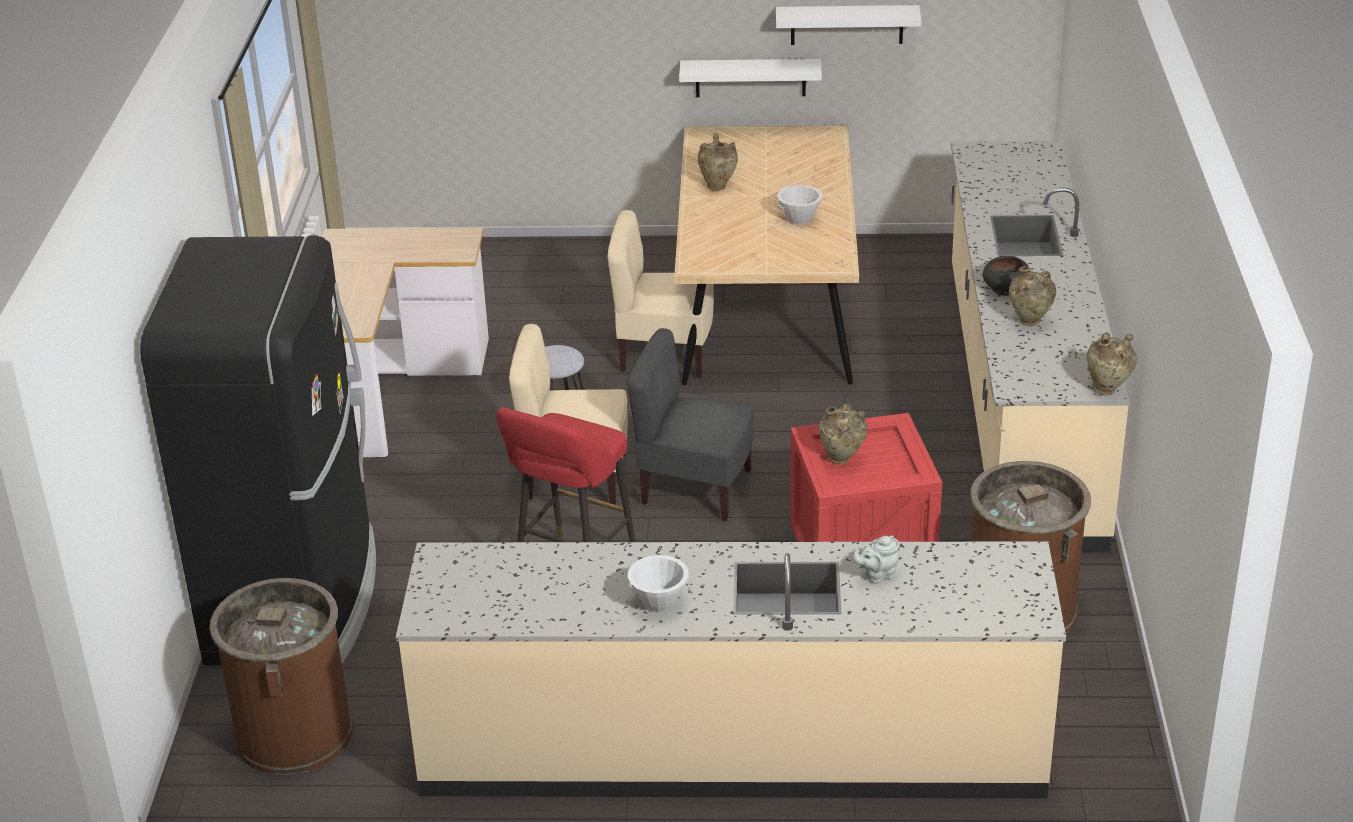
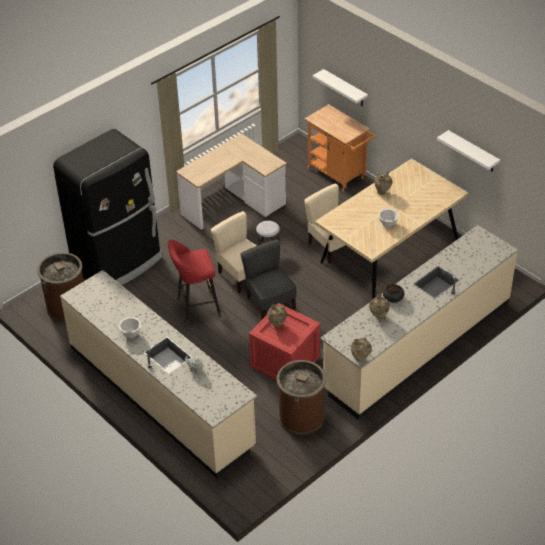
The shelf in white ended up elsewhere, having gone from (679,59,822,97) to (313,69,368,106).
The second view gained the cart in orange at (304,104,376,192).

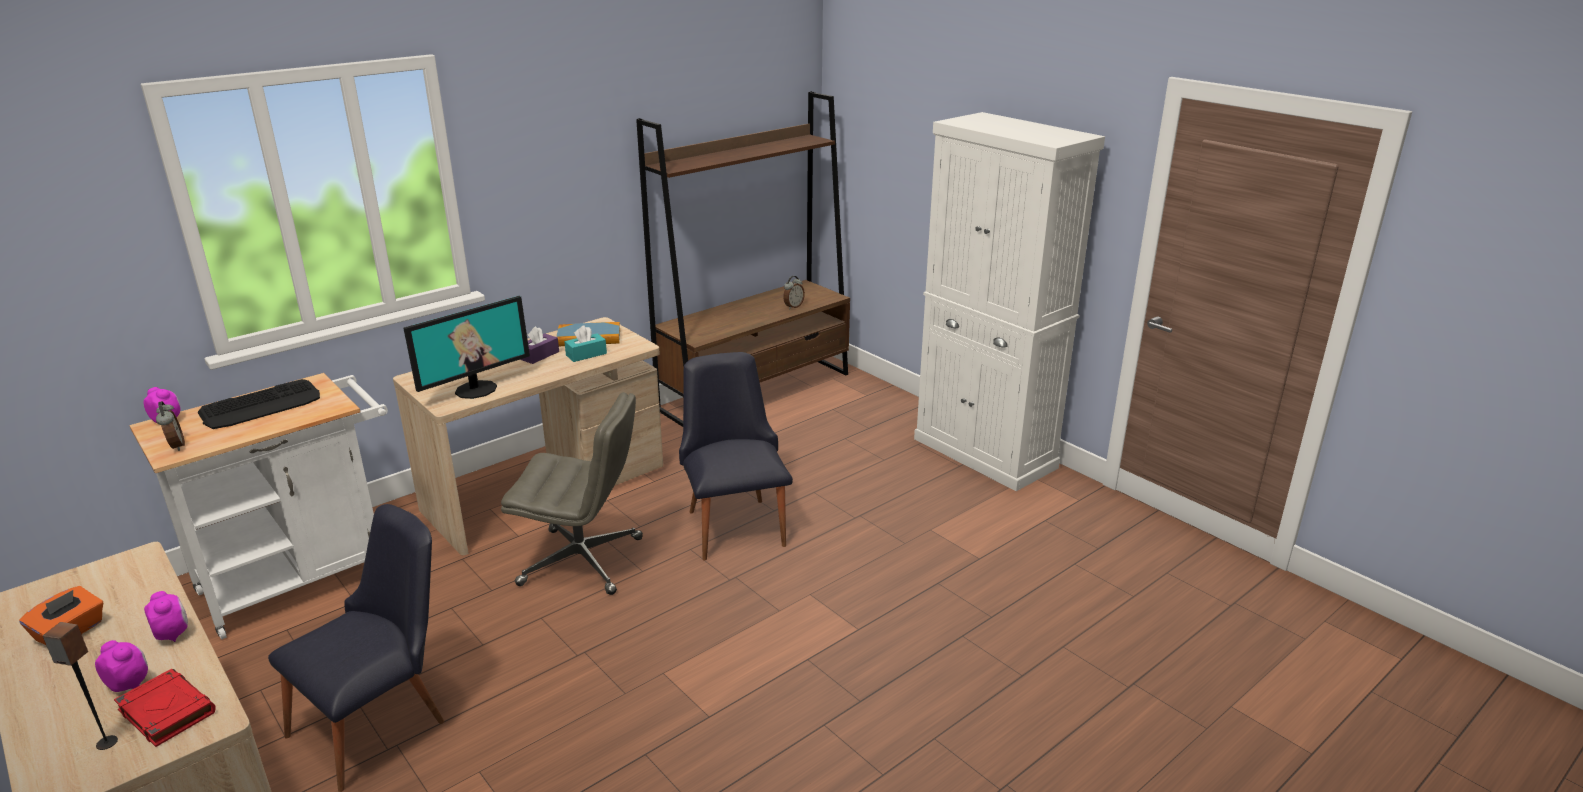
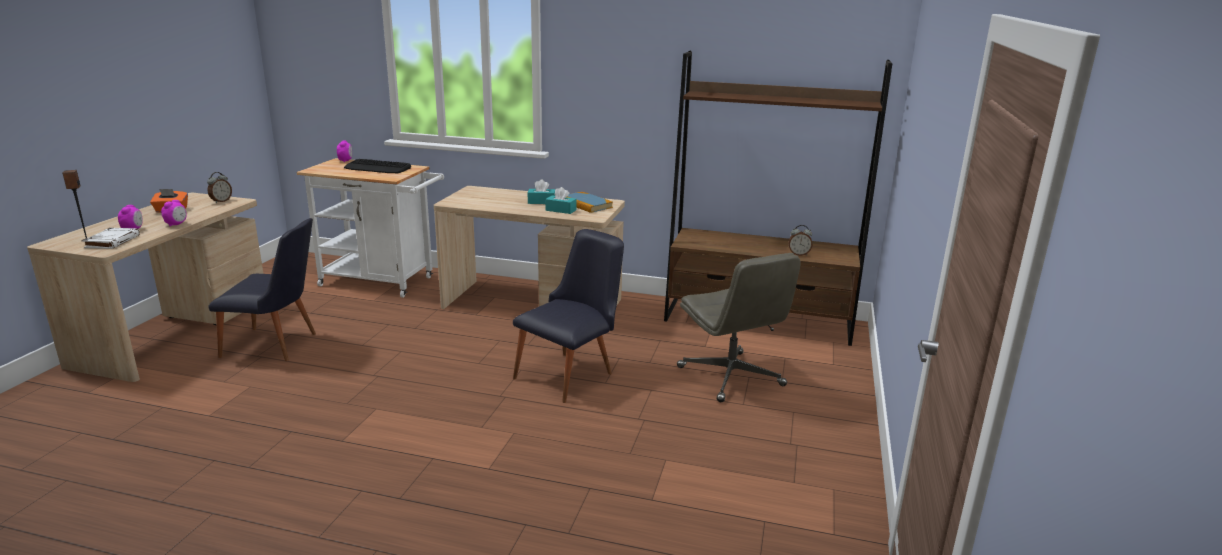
The second view lost the cabinet in white at (914,112,1105,491).
The second view lost the monitor at (403,296,530,399).
What was the tissue box in purple at (520,326,559,364) turned into the tissue box in turquoise at (527,179,555,204).
The office chair in grey ended up elsewhere, having gone from (501,392,643,595) to (677,253,801,402).
The alarm clock ended up elsewhere, having gone from (156,401,185,451) to (207,172,232,204).
What was the book in red at (114,669,216,747) turned into the book in white at (83,228,140,249).

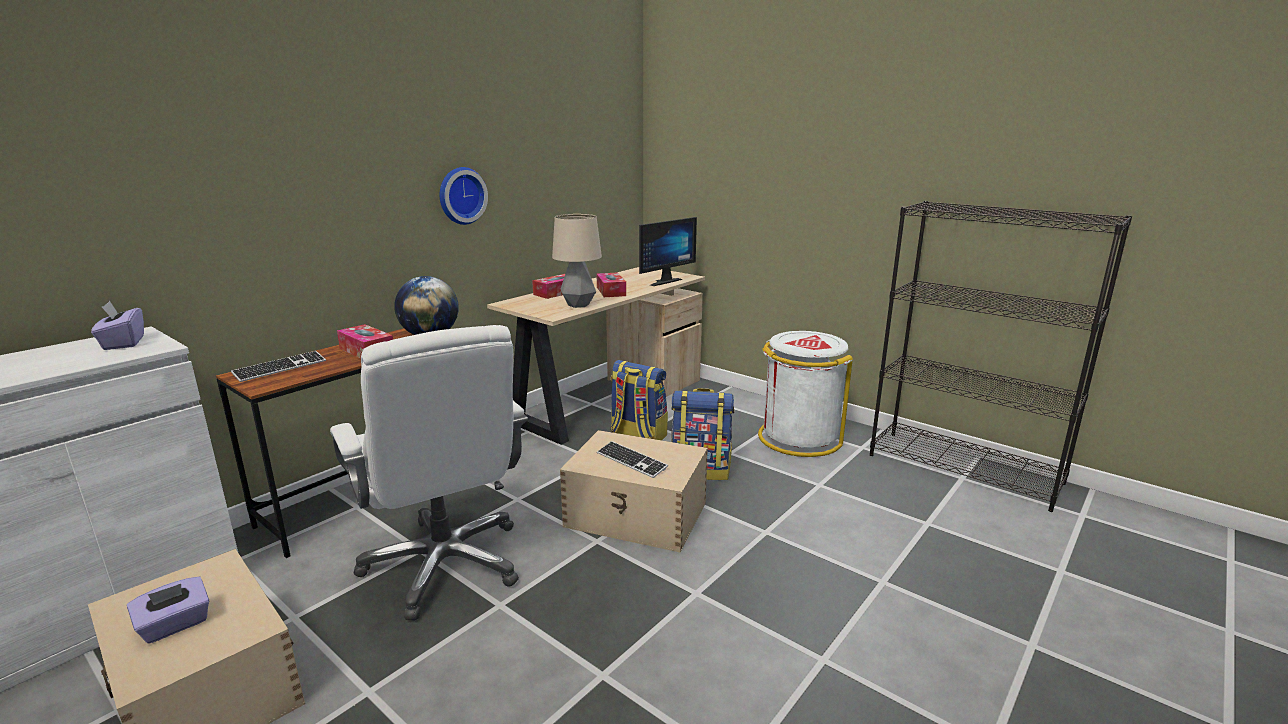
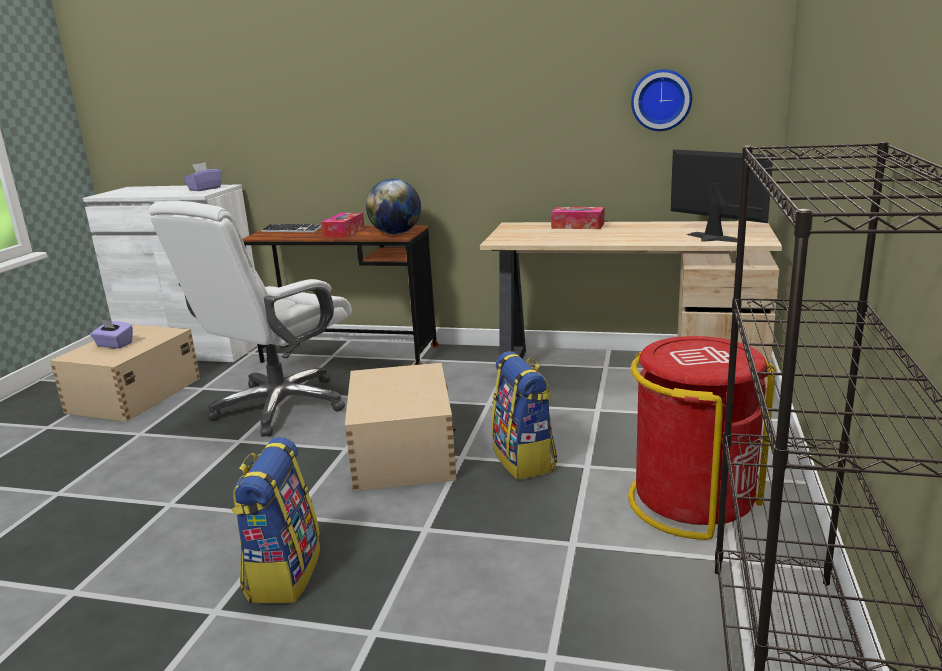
The wall clock ended up elsewhere, having gone from (440,167,488,225) to (631,69,692,131).
The second view lost the table lamp at (552,214,602,308).
The monitor at (639,217,697,286) ended up facing another way, 150 degrees counterclockwise from before.
The second view lost the tissue box at (597,272,626,297).
What was the trash can in white at (758,331,853,457) turned into the trash can in red at (628,336,776,540).
The backpack ended up elsewhere, having gone from (611,360,668,440) to (231,437,320,603).
The second view lost the keyboard at (597,441,668,478).

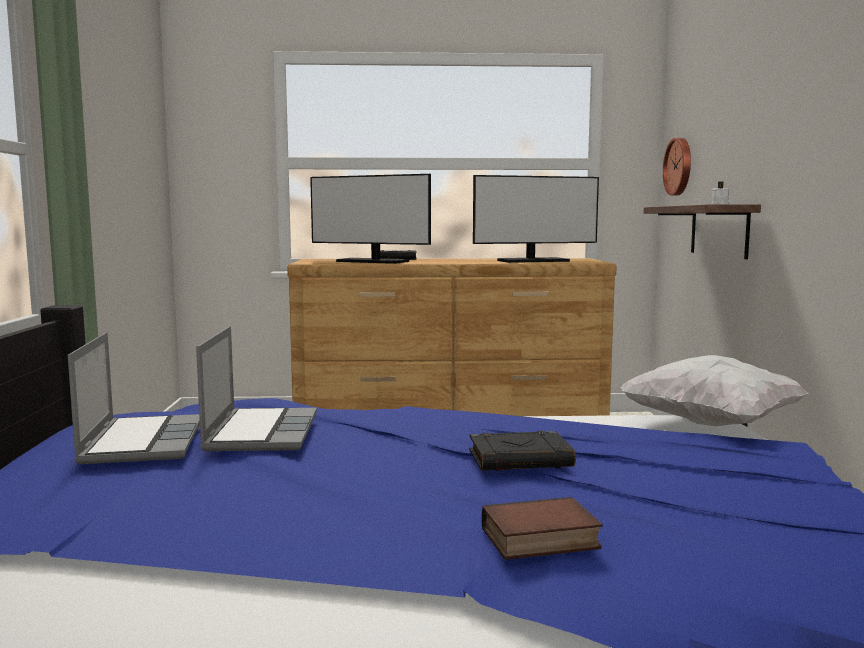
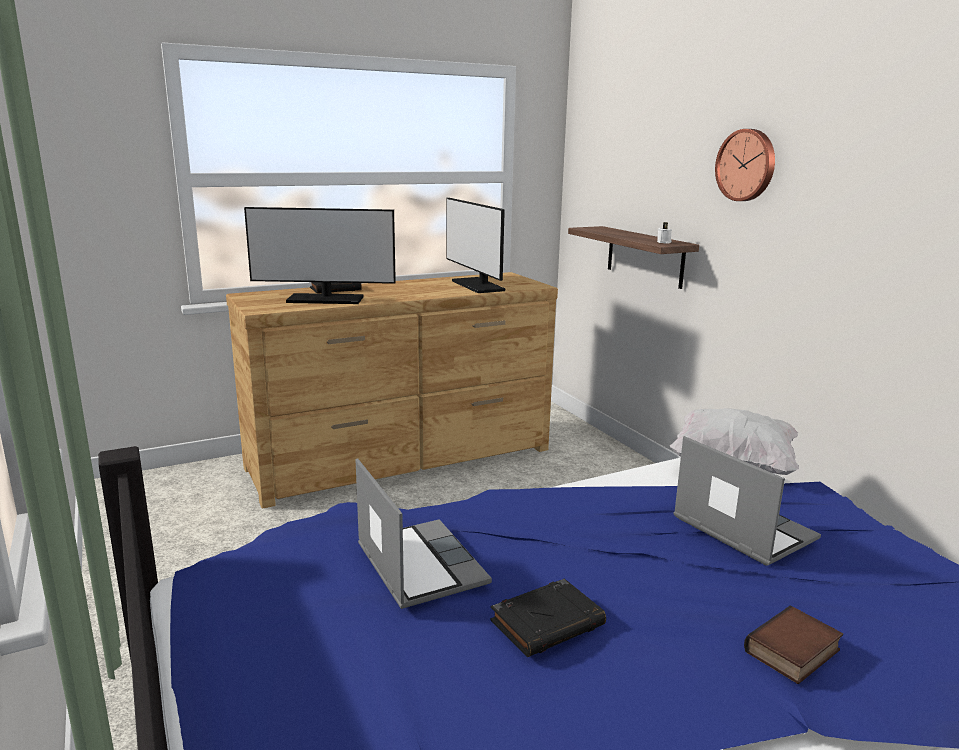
The wall clock ended up elsewhere, having gone from (663,138,691,196) to (715,129,775,201).
The monitor at (473,175,599,263) ended up facing another way, 105 degrees clockwise from before.
The laptop ended up elsewhere, having gone from (68,332,200,464) to (674,436,821,566).
The book in black ended up elsewhere, having gone from (469,431,576,471) to (490,579,606,657).

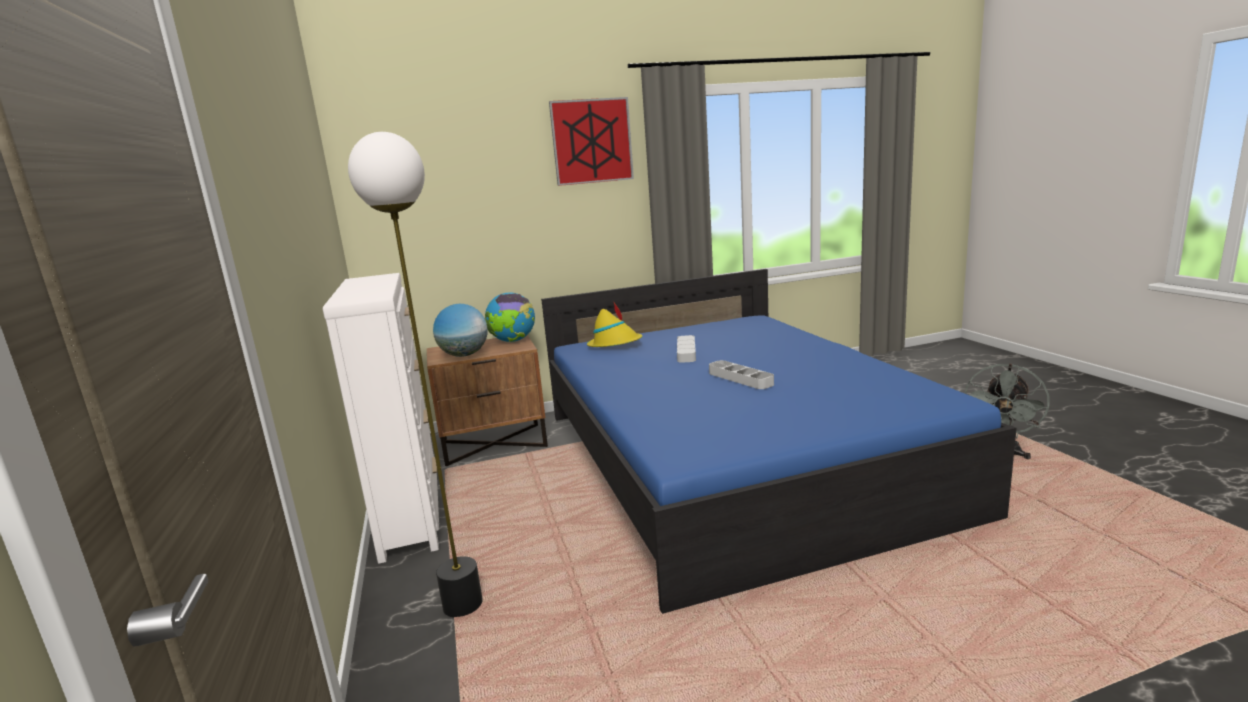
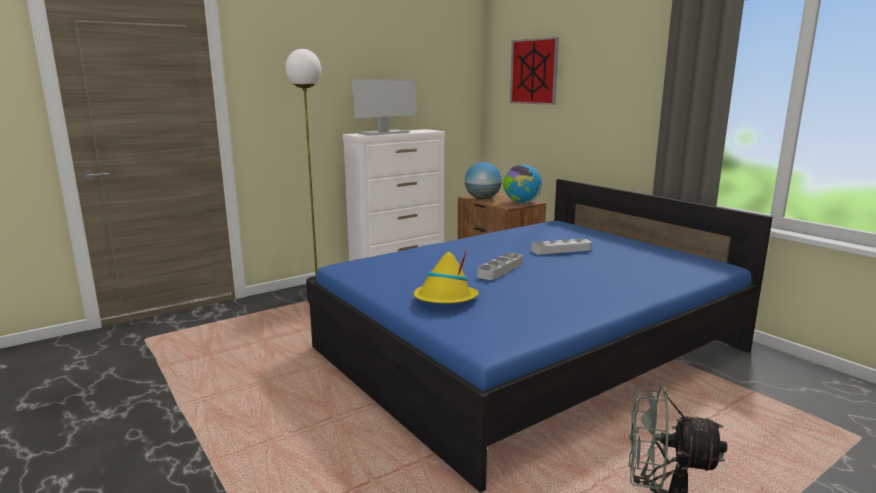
The picture ended up elsewhere, having gone from (549,97,634,186) to (510,37,559,105).
The hat in yellow ended up elsewhere, having gone from (587,301,642,347) to (414,249,479,303).
The second view gained the monitor at (352,79,417,135).

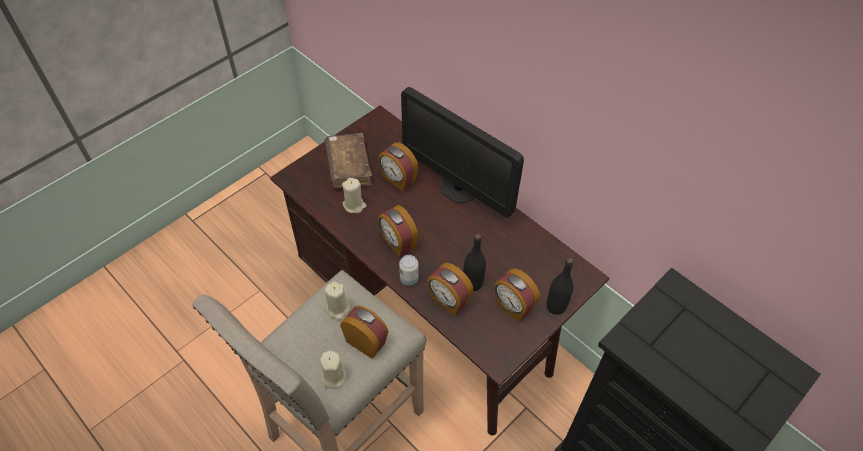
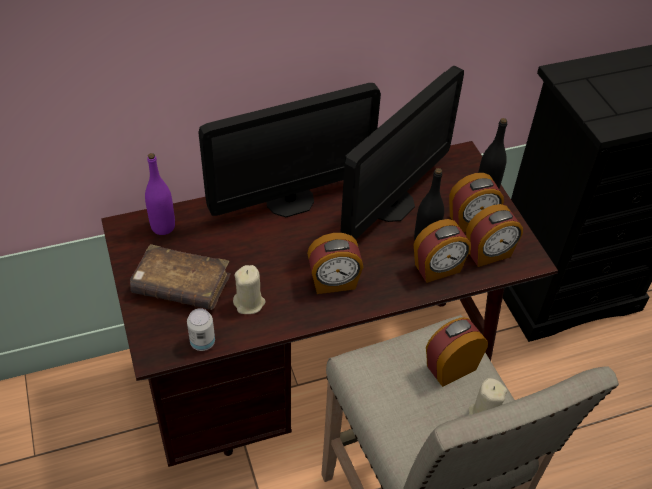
The alarm clock ended up elsewhere, having gone from (378,142,418,191) to (466,204,523,267).
The can ended up elsewhere, having gone from (399,255,419,285) to (187,308,215,351).
The second view lost the candle in beige at (325,281,350,320).
The second view gained the monitor at (341,66,464,240).
The second view gained the bottle in purple at (145,153,175,235).

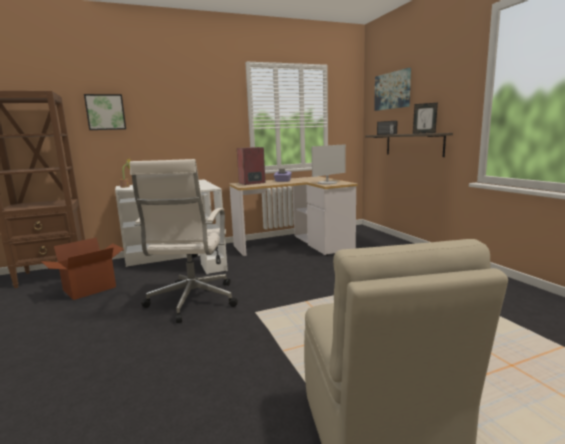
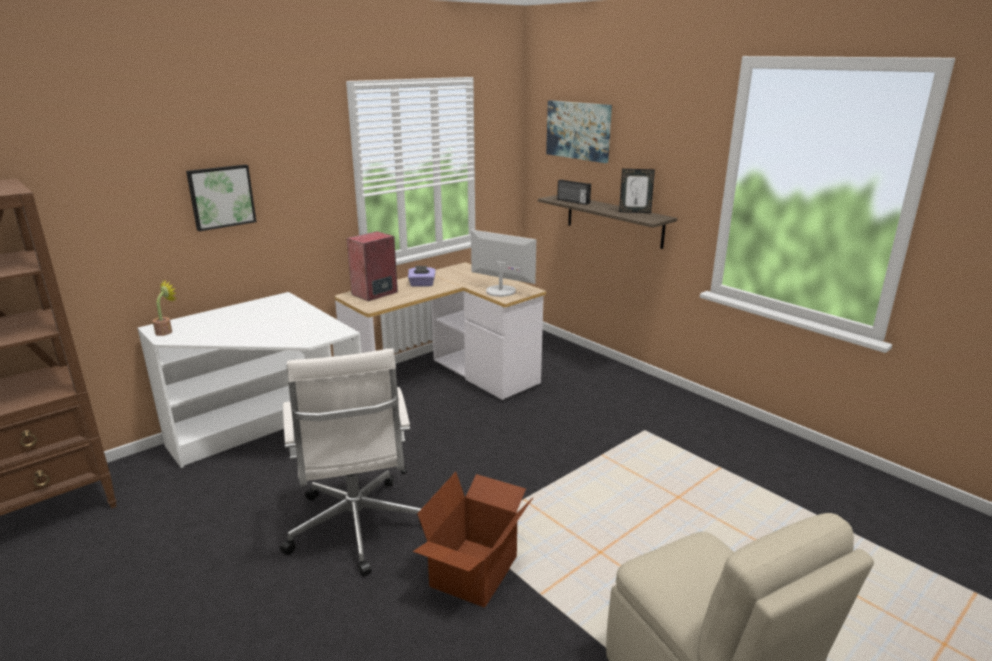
The picture ended up elsewhere, having gone from (84,94,126,130) to (186,165,256,231).
The monitor at (312,144,346,184) ended up facing another way, 90 degrees counterclockwise from before.
The cardboard box ended up elsewhere, having gone from (41,237,124,300) to (413,472,534,608).

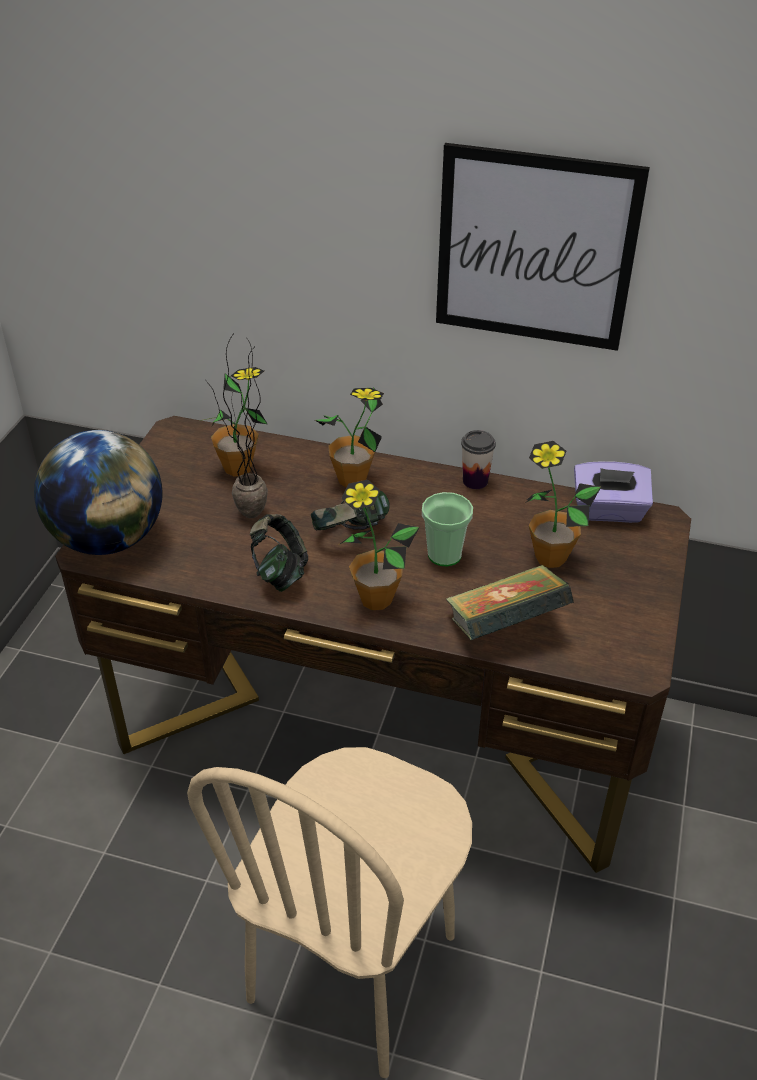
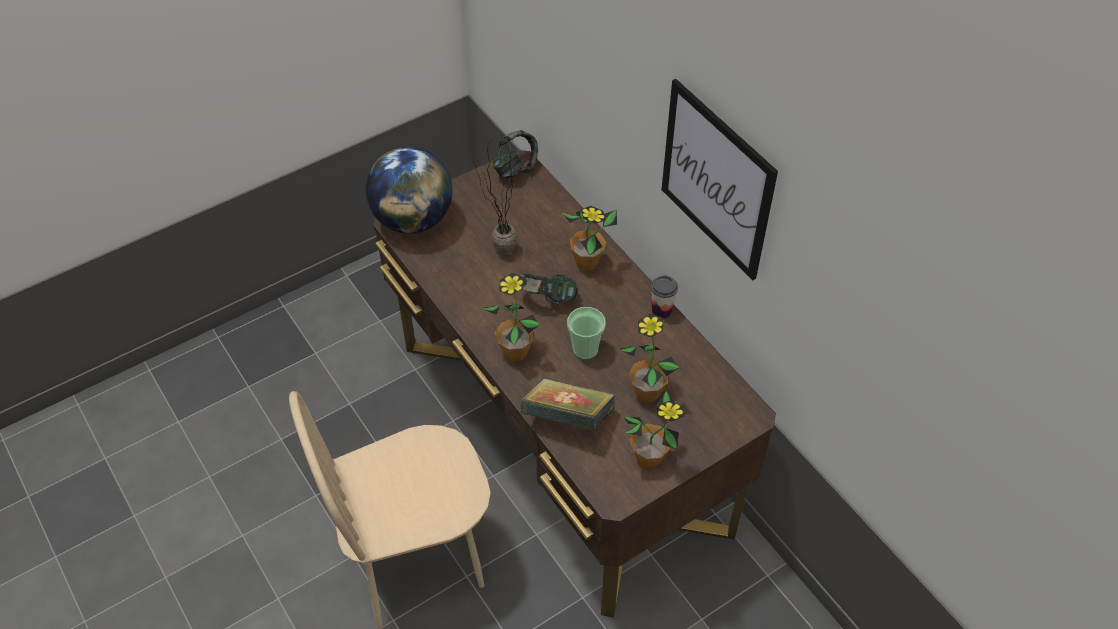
The potted plant ended up elsewhere, having gone from (199,367,267,477) to (624,391,684,469).
The second view lost the tissue box in purple at (574,462,653,523).
The headphones ended up elsewhere, having gone from (250,514,308,592) to (493,130,538,179).

